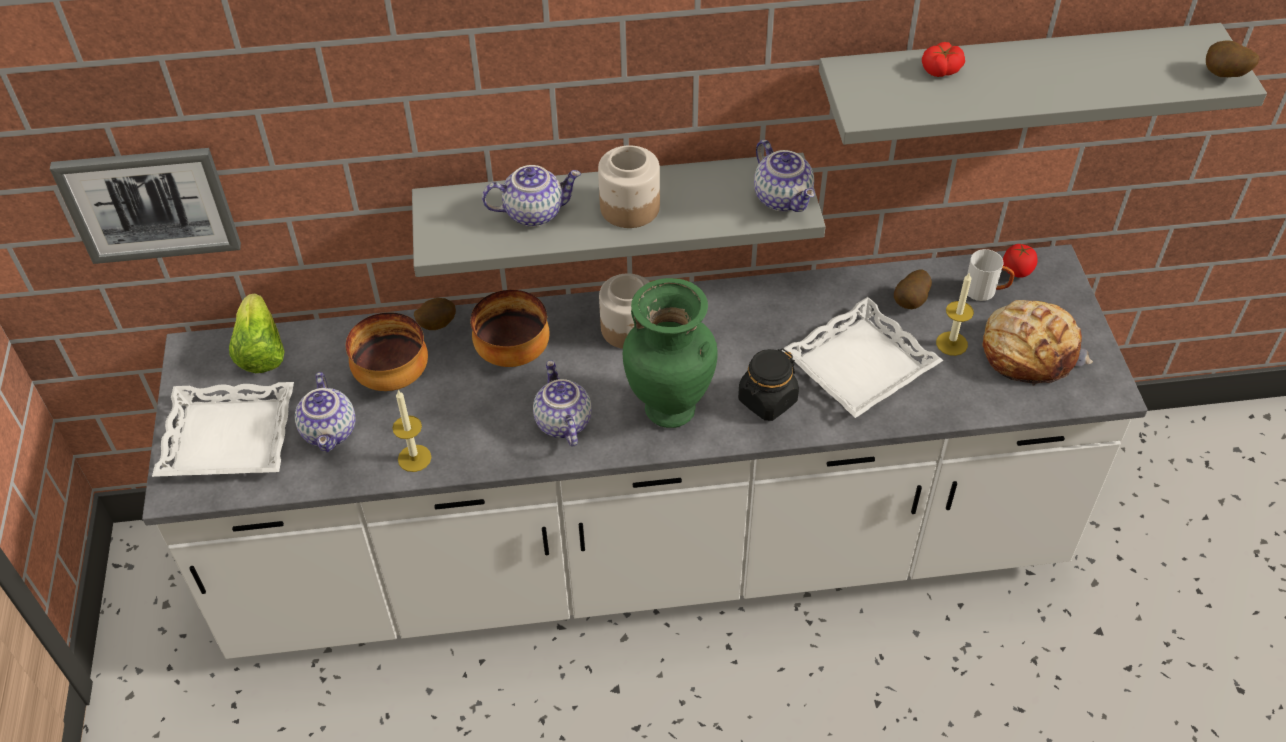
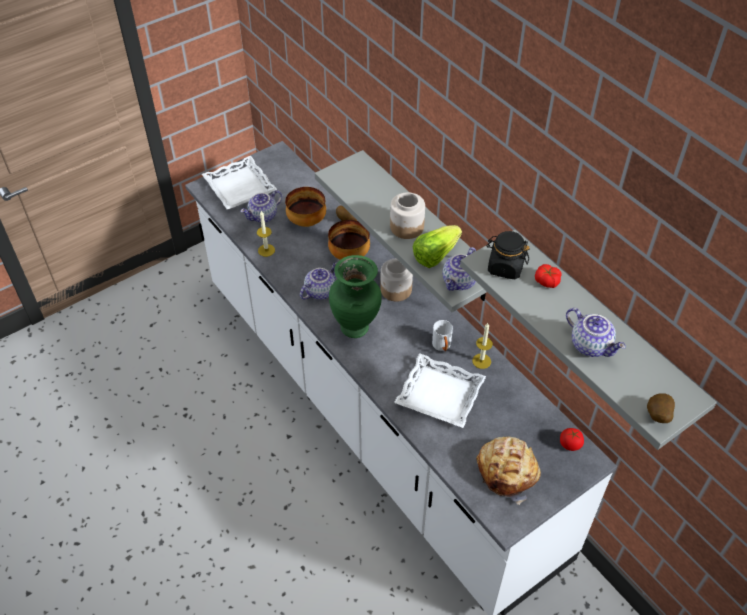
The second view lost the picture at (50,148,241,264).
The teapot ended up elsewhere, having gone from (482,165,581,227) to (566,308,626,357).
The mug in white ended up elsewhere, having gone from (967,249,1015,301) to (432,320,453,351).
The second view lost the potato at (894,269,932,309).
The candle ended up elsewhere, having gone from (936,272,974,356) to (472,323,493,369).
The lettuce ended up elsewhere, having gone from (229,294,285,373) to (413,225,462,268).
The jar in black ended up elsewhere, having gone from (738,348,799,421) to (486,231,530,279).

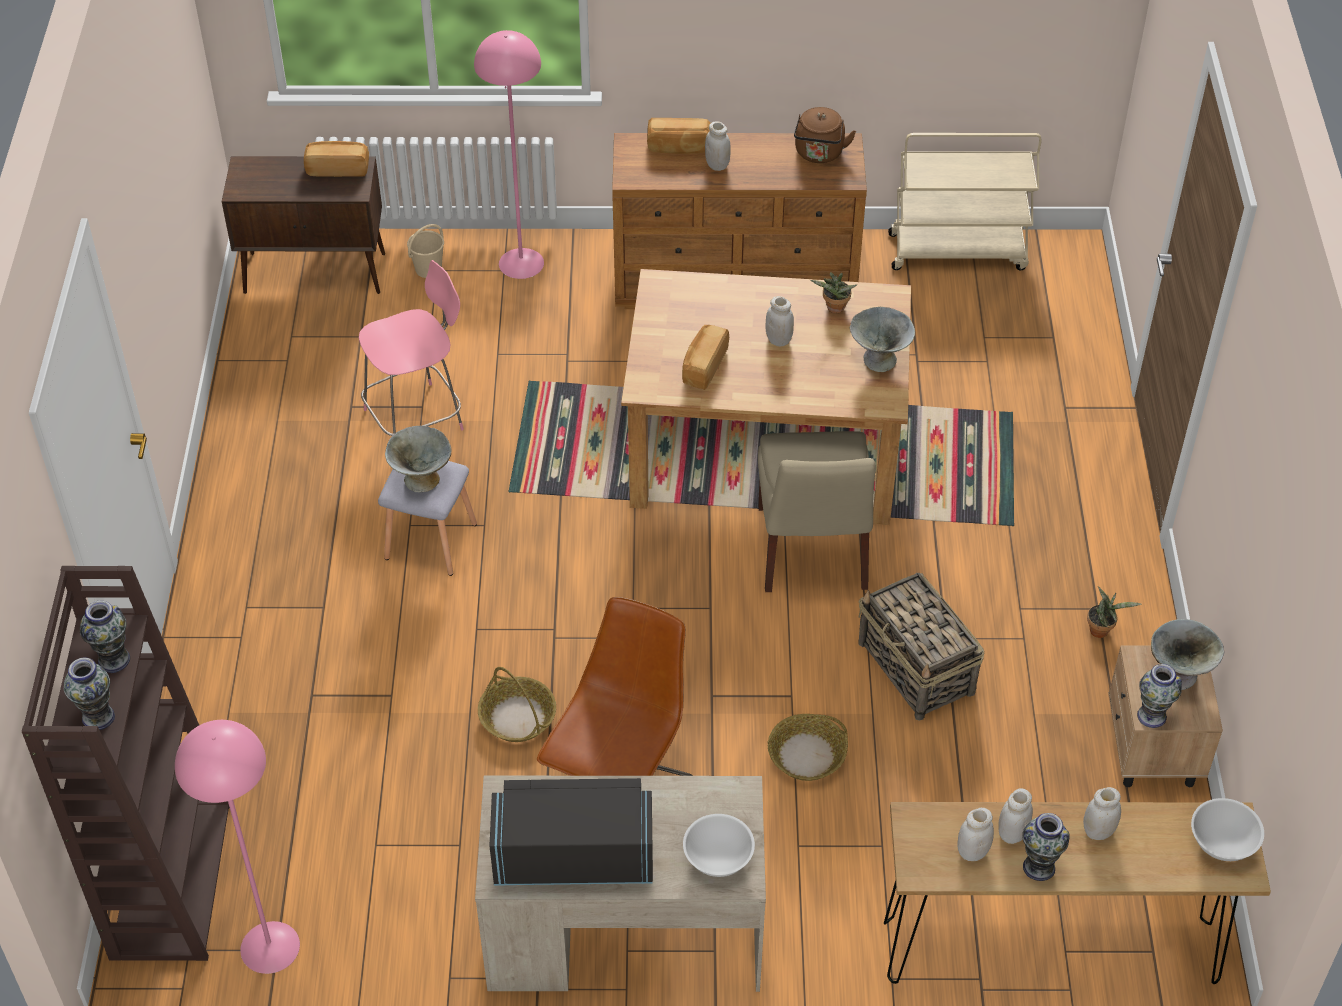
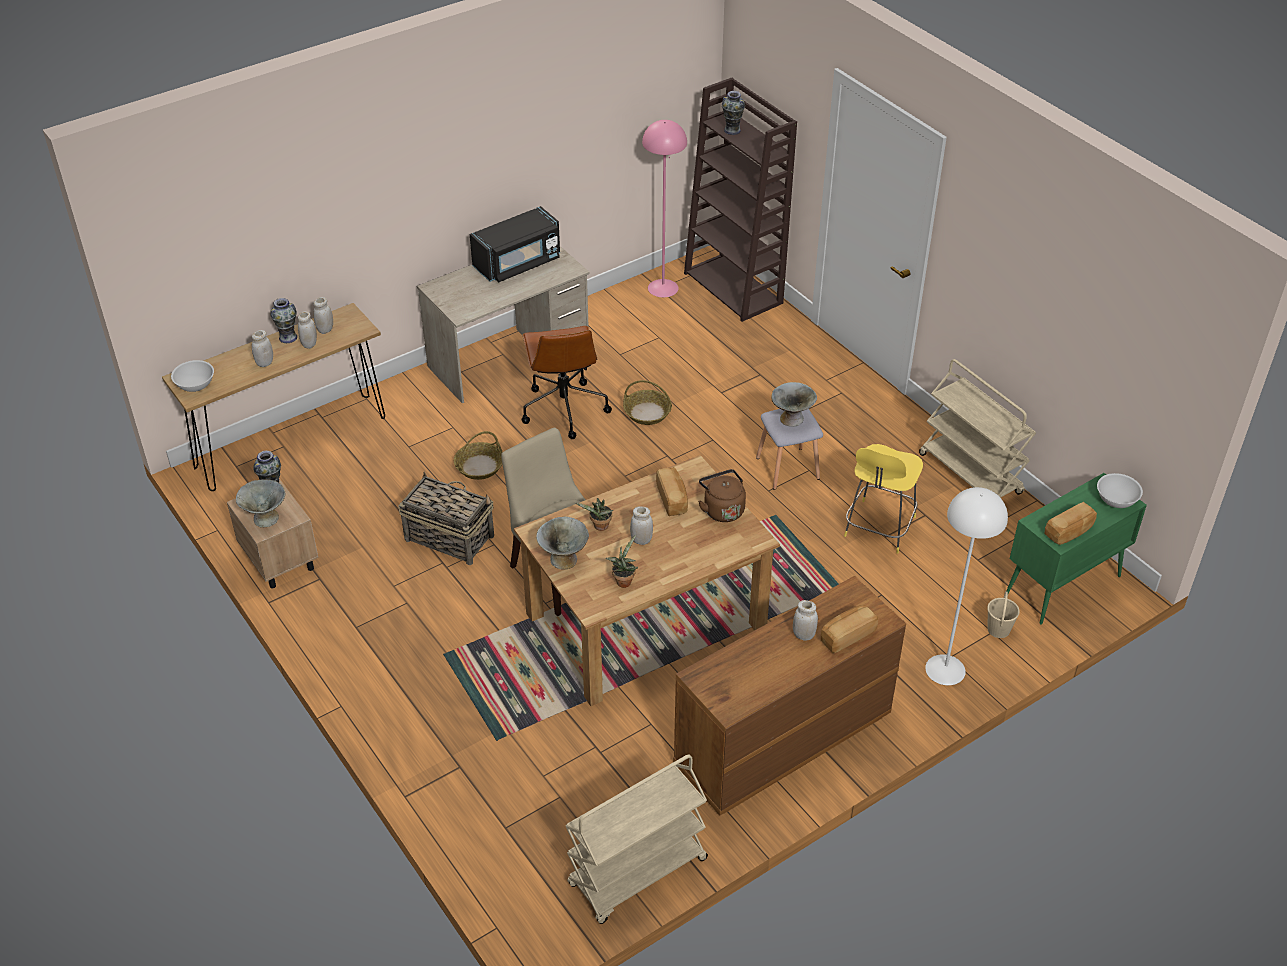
What was the floor lamp in pink at (474,30,544,279) turned into the floor lamp in white at (925,487,1008,685).
The kettle in brown ended up elsewhere, having gone from (794,107,856,163) to (698,469,746,522).
What was the cabinet in brown at (222,156,385,294) turned into the cabinet in green at (1006,473,1147,624).
What was the stool in pink at (359,260,464,436) turned into the stool in yellow at (844,444,923,554).
The potted plant ended up elsewhere, having gone from (1087,586,1141,638) to (576,498,613,531).
The second view lost the vase at (80,601,130,673).
The bowl in white ended up elsewhere, having gone from (683,814,755,877) to (1097,473,1143,508).
The second view gained the cart in beige at (919,359,1036,498).

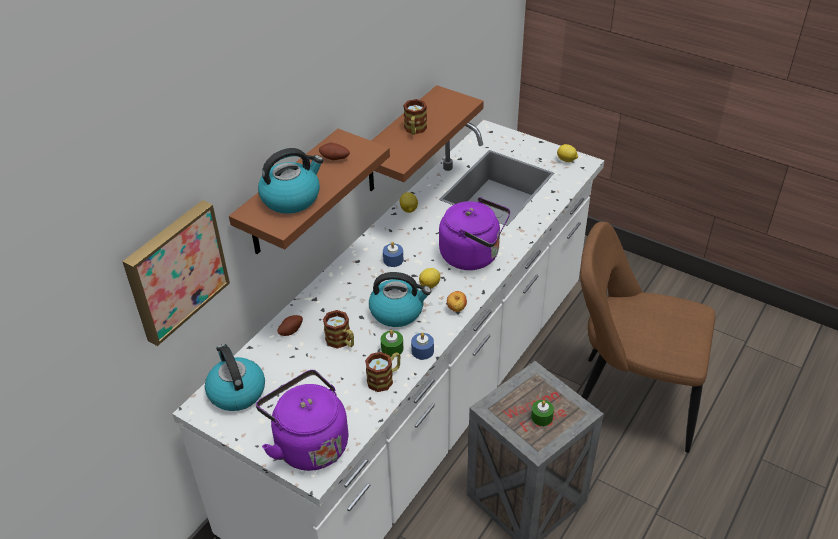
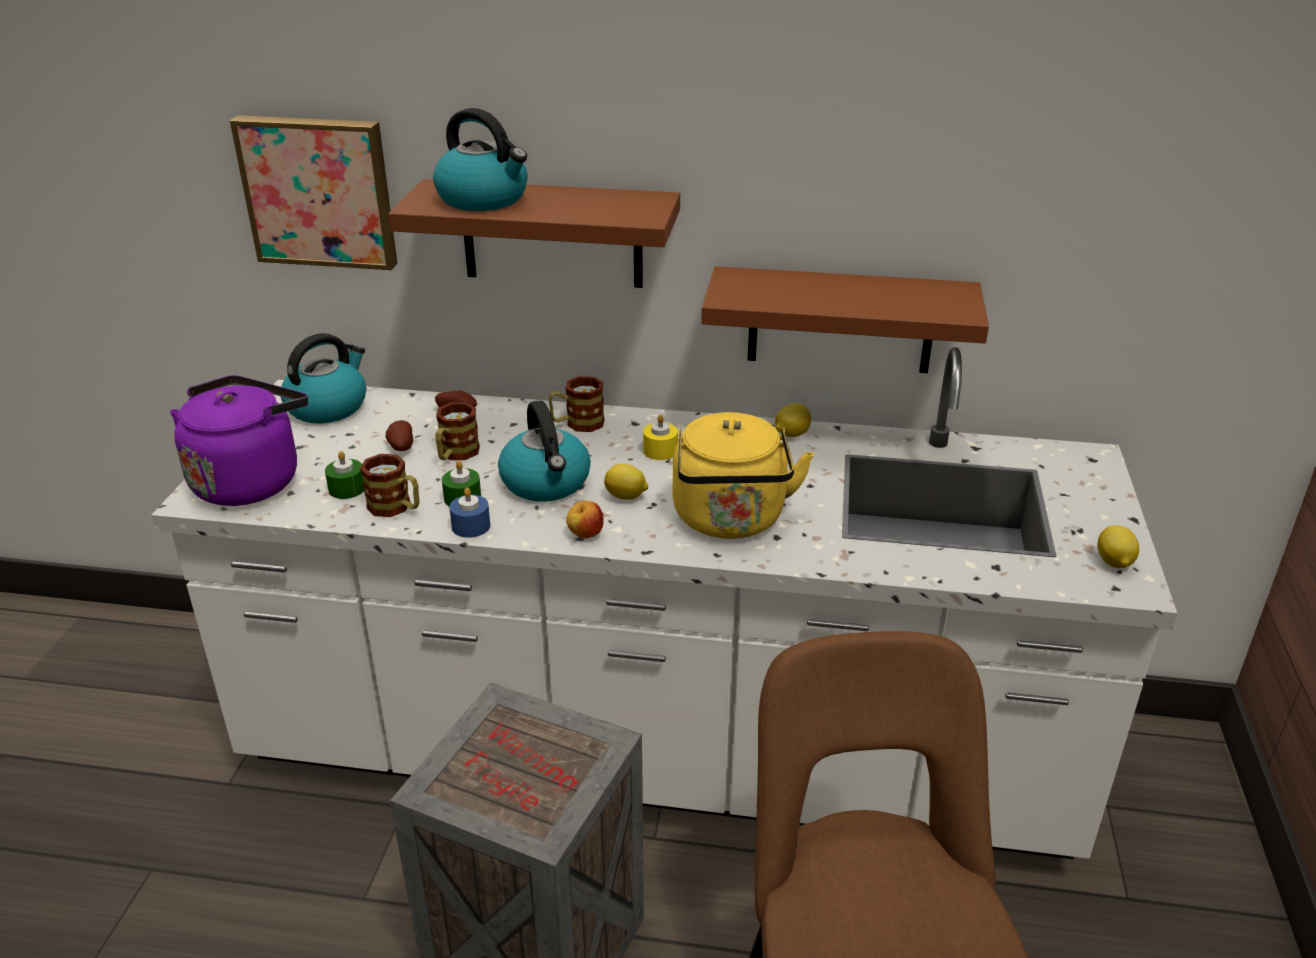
The mug ended up elsewhere, having gone from (403,99,427,135) to (548,376,605,432).
The potato ended up elsewhere, having gone from (319,143,350,160) to (386,420,413,451).
What was the kettle in purple at (439,197,510,270) turned into the kettle in yellow at (673,412,814,539).
What was the candle in blue at (383,242,403,267) turned into the candle in yellow at (643,415,678,460).
The candle in green ended up elsewhere, having gone from (531,400,554,426) to (325,451,364,499).

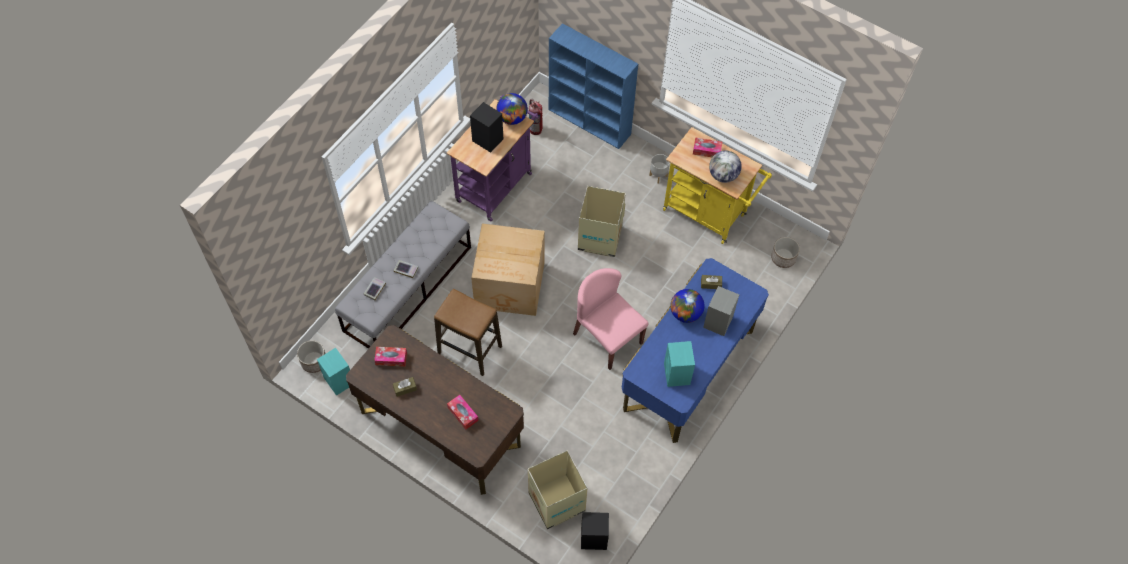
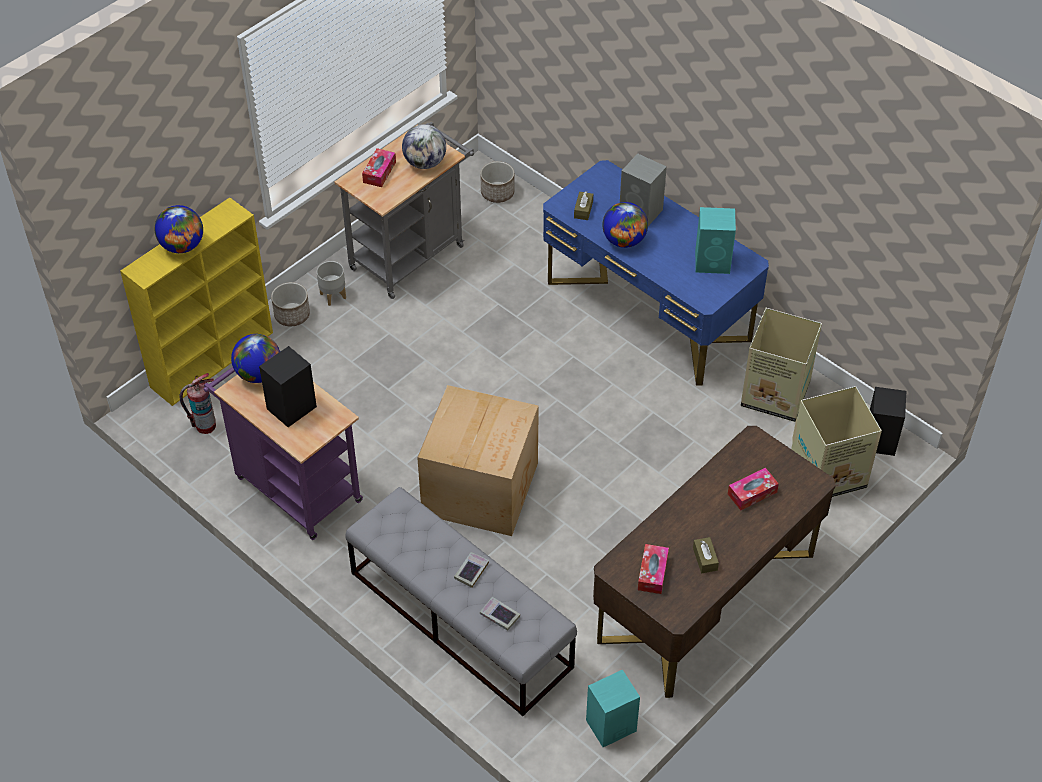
What was the bookcase in blue at (549,23,638,149) turned into the bookcase in yellow at (120,197,273,406).
What was the cart in yellow at (663,127,772,244) turned into the cart in grey at (334,122,474,299).
The cardboard box ended up elsewhere, having gone from (578,186,626,257) to (741,308,822,422).
The second view lost the chair in pink at (573,268,649,370).
The second view lost the stool at (434,289,502,376).
The planter ended up elsewhere, having gone from (297,340,326,373) to (271,282,310,326).
The second view gained the globe at (155,205,203,253).

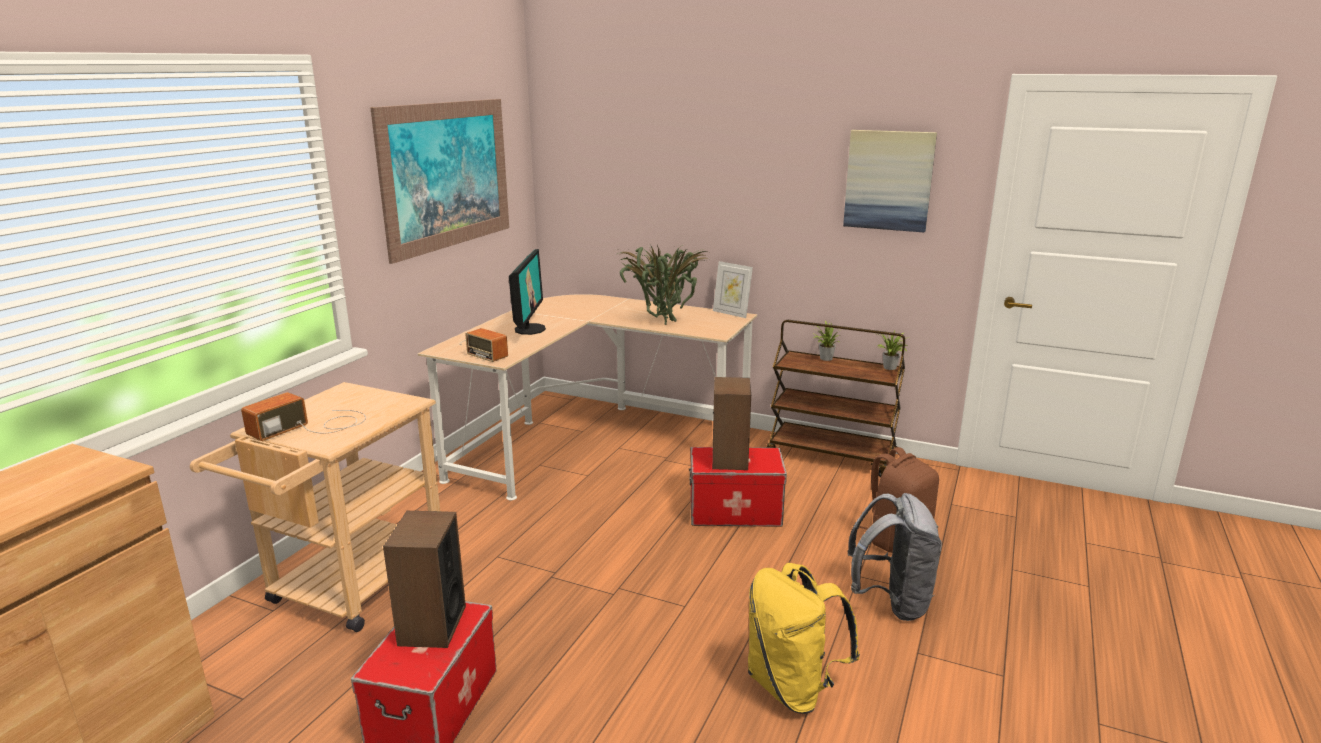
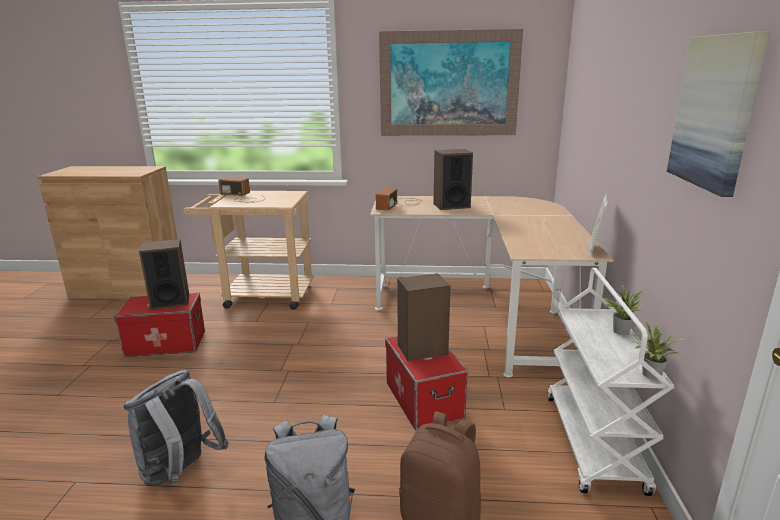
The second view lost the potted plant at (617,245,709,325).
Where the monitor stood at (509,249,546,335), the speaker came to stand at (433,149,473,210).
What was the cart in brown at (766,320,905,477) turned into the cart in white at (547,268,675,496).
What was the backpack in yellow at (748,563,860,714) turned into the backpack in grey at (124,370,229,486).

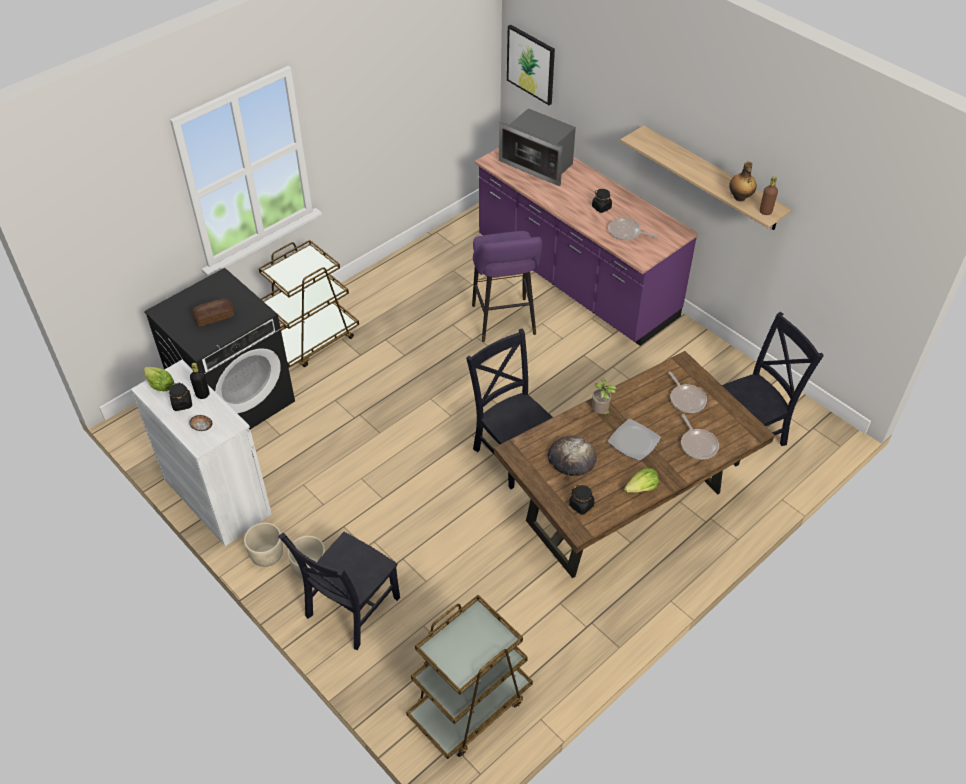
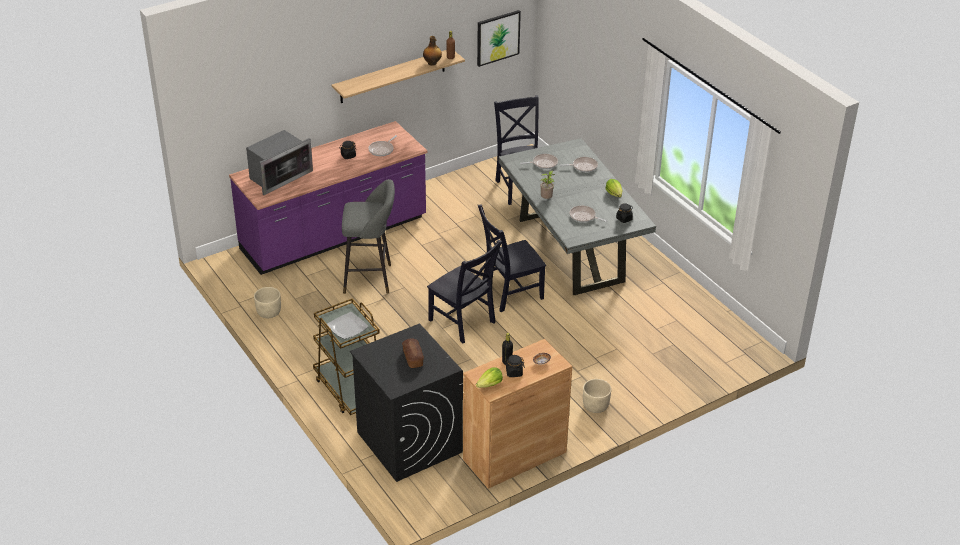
The picture ended up elsewhere, having gone from (507,24,555,105) to (477,10,521,67).
What was the stool in purple at (472,231,542,342) turned into the stool in grey at (342,179,395,294).
What was the dining table in brown at (494,351,775,578) turned into the dining table in grey at (499,138,656,296).
What was the cabinet in white at (131,360,272,546) turned into the cabinet in brown at (463,339,572,489).
The plate ended up elsewhere, having gone from (608,419,661,461) to (327,312,368,339).
Where the bread stood at (548,436,597,476), the frying pan came to stand at (570,206,607,222).
The planter in beige ended up elsewhere, having gone from (244,523,283,567) to (254,287,281,318).
The chair in black ended up elsewhere, having gone from (278,532,400,650) to (427,240,502,344).
The second view lost the cart in brown at (406,595,533,759).

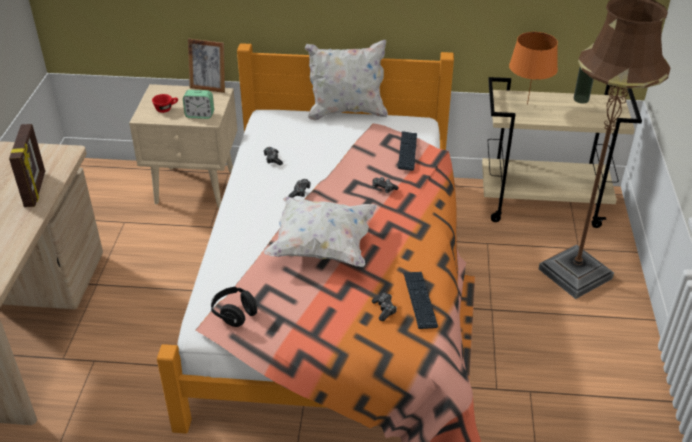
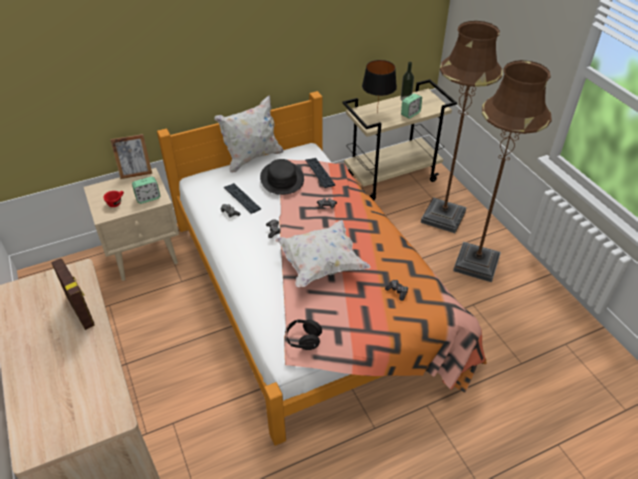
What was the table lamp in orange at (509,32,558,105) turned into the table lamp in black at (362,60,397,114).
The keyboard ended up elsewhere, having gone from (403,272,438,329) to (224,183,261,214).
The second view gained the floor lamp in brown at (453,60,552,282).
The second view gained the alarm clock at (401,94,422,119).
The second view gained the hat in black at (260,159,304,195).

